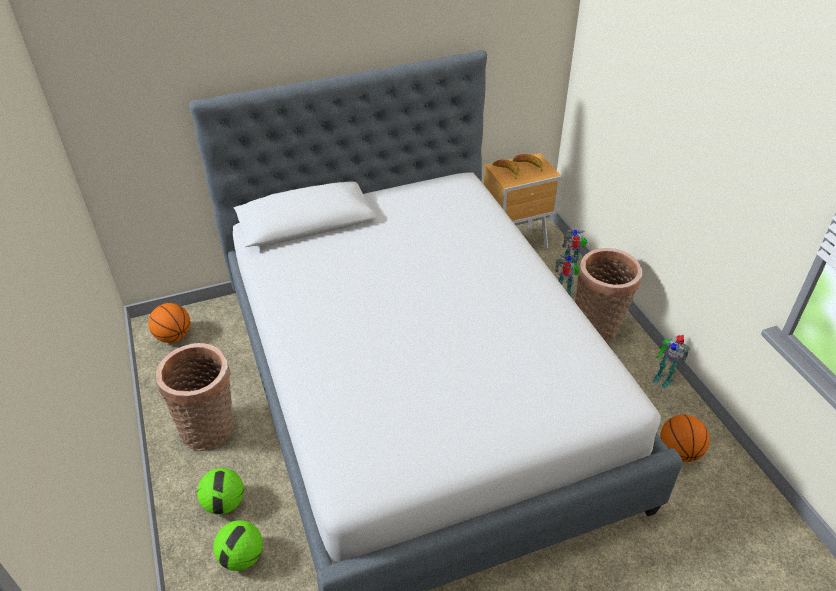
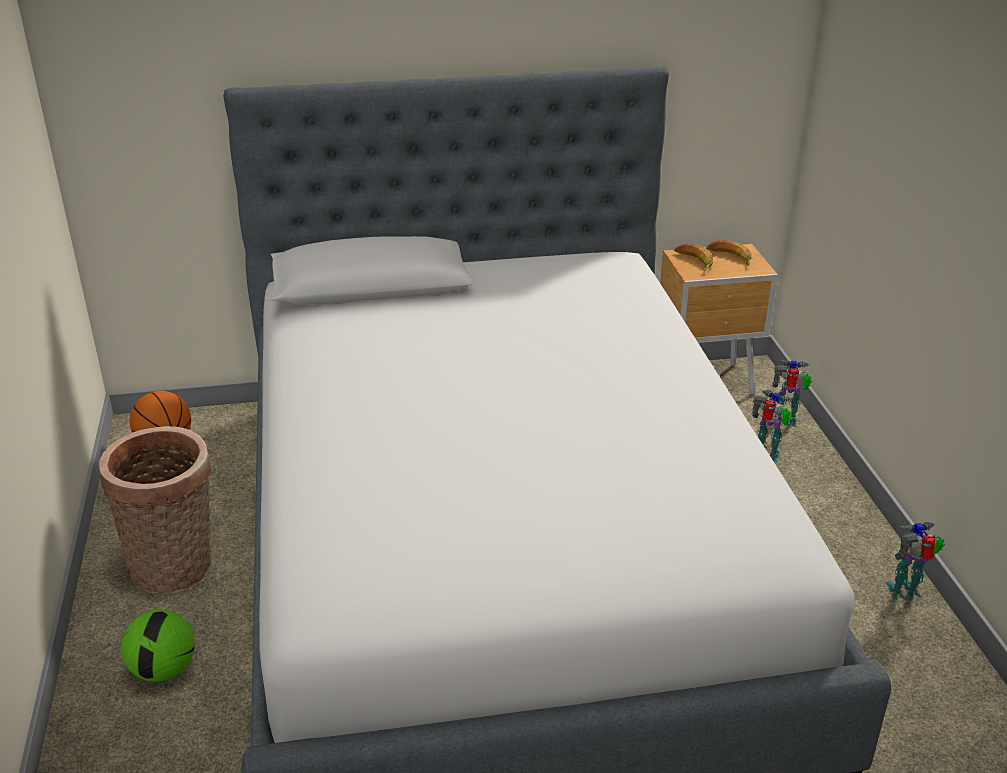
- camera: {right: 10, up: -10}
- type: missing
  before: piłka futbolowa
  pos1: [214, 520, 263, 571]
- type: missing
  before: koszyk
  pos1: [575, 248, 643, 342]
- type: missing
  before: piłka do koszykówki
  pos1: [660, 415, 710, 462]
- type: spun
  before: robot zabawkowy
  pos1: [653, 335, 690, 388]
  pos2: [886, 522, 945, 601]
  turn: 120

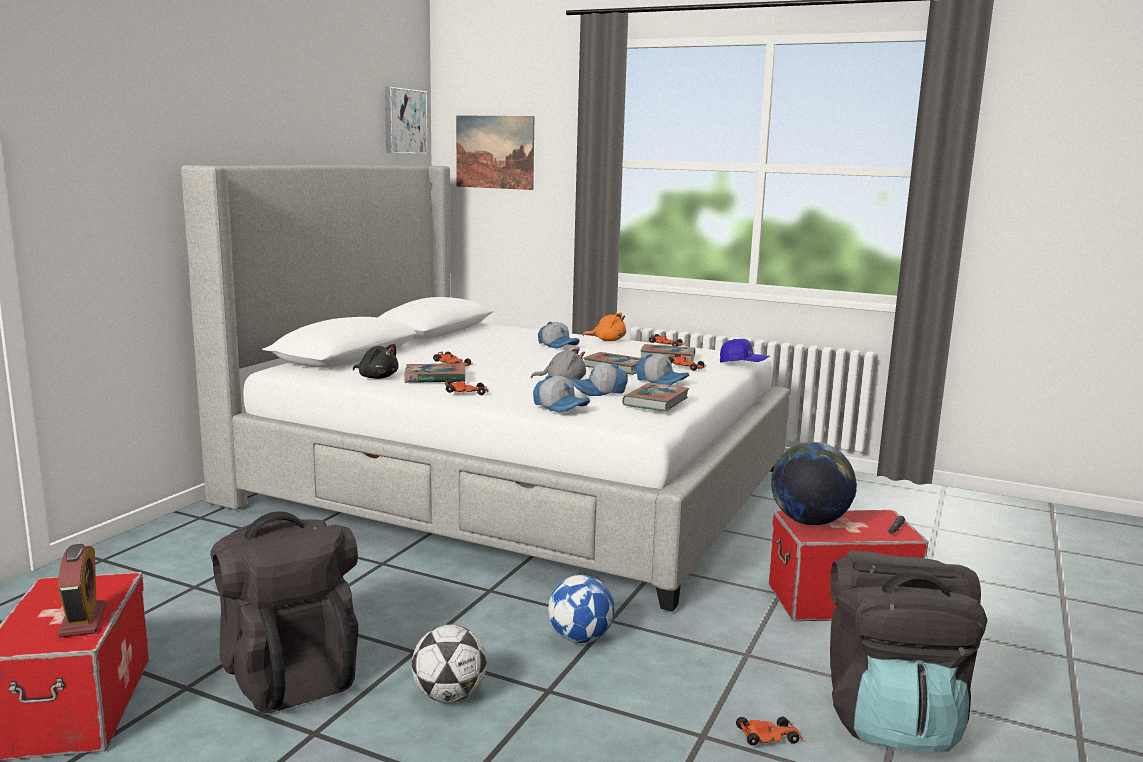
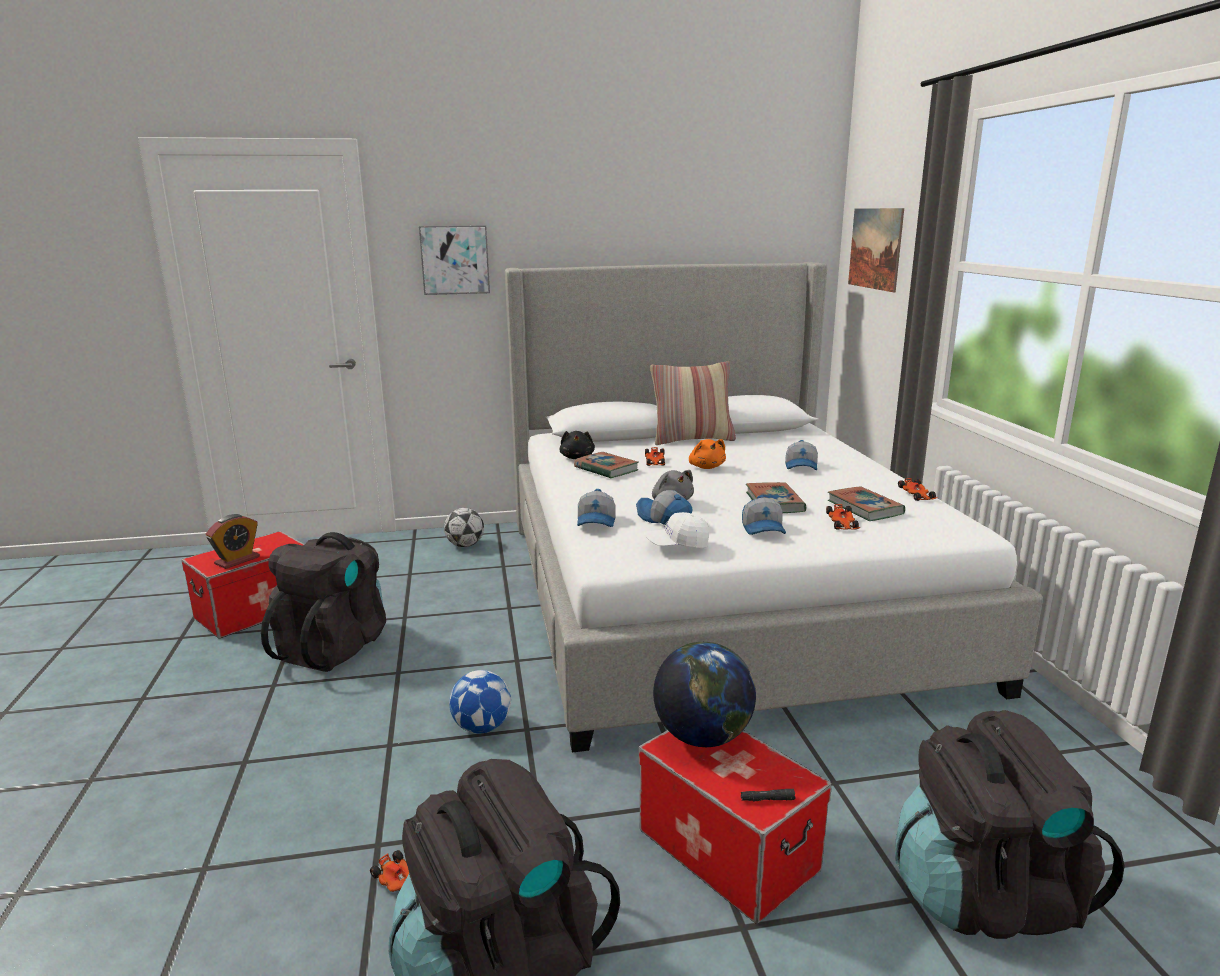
- camera: {right: 55, up: 5}
- type: missing
  before: samochodzik
  pos1: [445, 380, 489, 395]
- type: missing
  before: czapka z daszkiem (niebieski)
  pos1: [720, 339, 770, 363]
- type: appeared
  after: poduszka
  pos2: [650, 361, 736, 445]
- type: appeared
  after: plecak (czarny)
  pos2: [895, 710, 1125, 939]
- type: relocated
  before: obraz
  pos1: [385, 87, 427, 154]
  pos2: [419, 226, 490, 295]
- type: relocated
  before: piłka futbolowa
  pos1: [412, 625, 487, 703]
  pos2: [444, 508, 484, 547]
- type: relocated
  before: pluszak (pomarańczowy)
  pos1: [583, 312, 626, 341]
  pos2: [689, 439, 726, 469]
- type: exchanged
  before: książka
  after: czapka z daszkiem (biały)
  pos1: [622, 383, 690, 411]
  pos2: [644, 512, 709, 548]

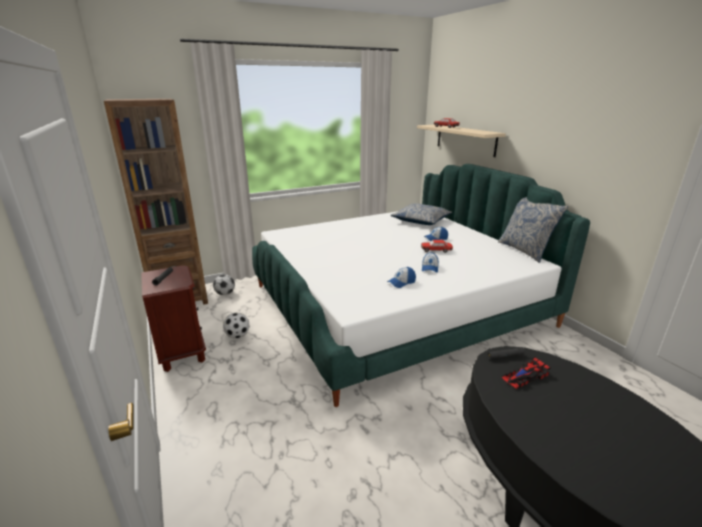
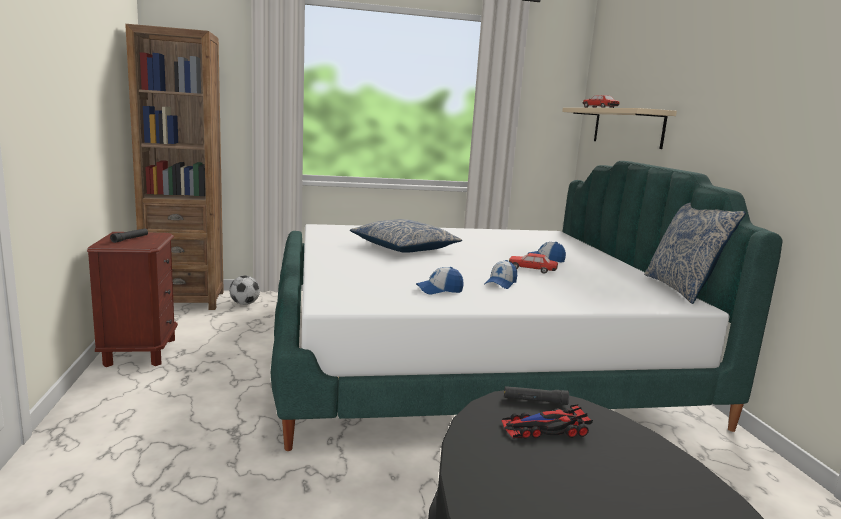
- camera: {right: 15, up: -10}
- type: missing
  before: piłka futbolowa
  pos1: [223, 313, 250, 339]
- type: relocated
  before: poduszka
  pos1: [390, 203, 452, 225]
  pos2: [350, 219, 462, 253]

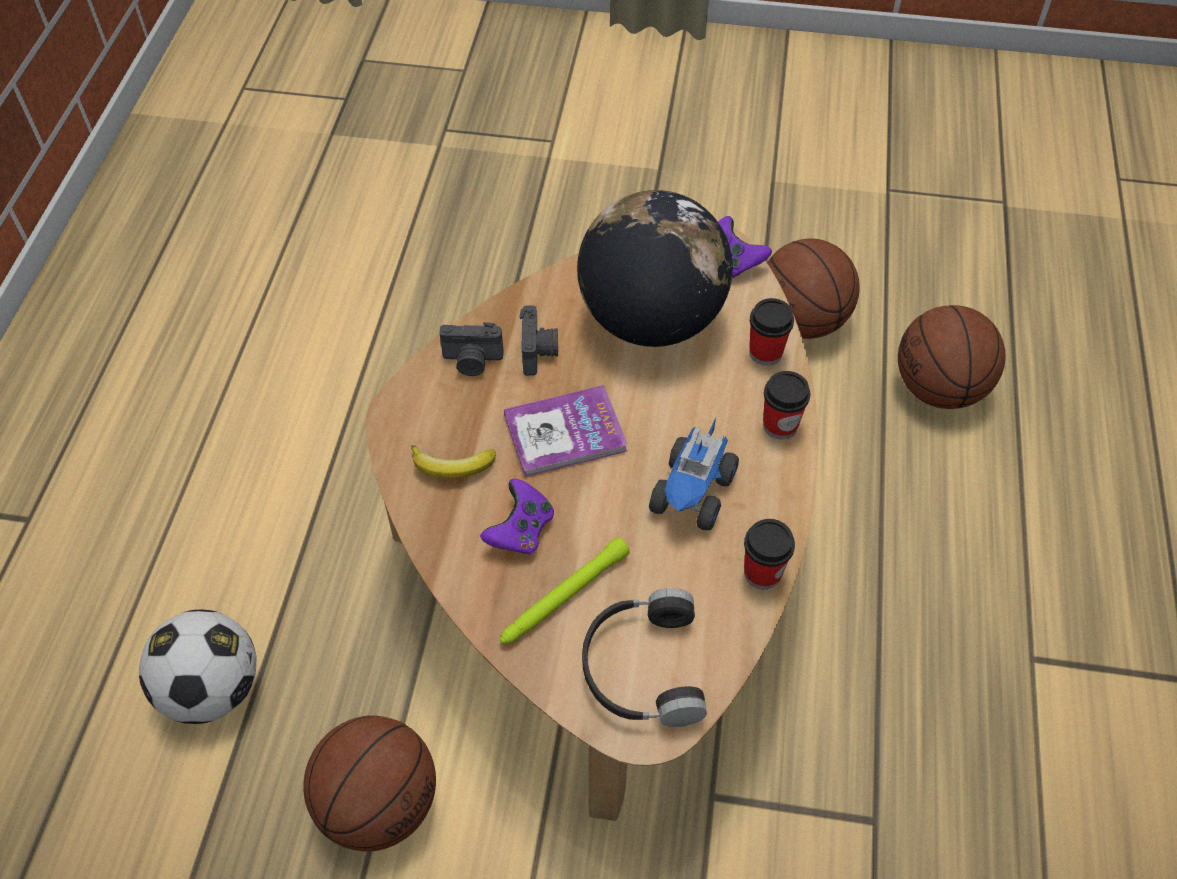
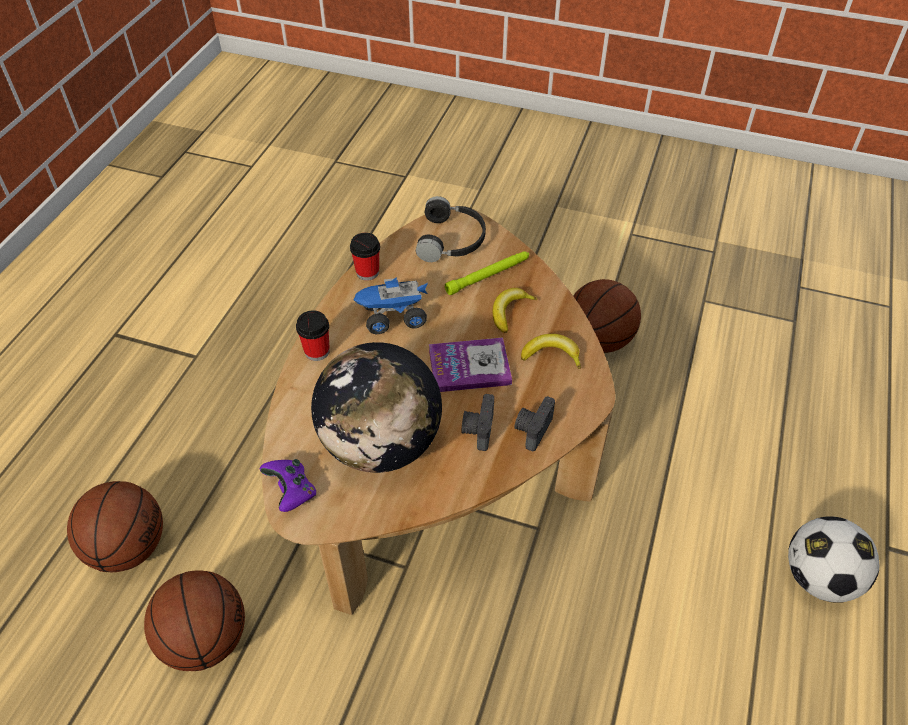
- camera: {right: -170, up: -5}
- type: missing
  before: filiżanka
  pos1: [749, 298, 794, 366]
- type: relocated
  before: piłka futbolowa
  pos1: [139, 610, 257, 724]
  pos2: [788, 516, 879, 603]
- type: exchanged
  before: pad do gier (fioletowy)
  after: banan
  pos1: [480, 478, 554, 554]
  pos2: [492, 288, 537, 333]
- type: spun
  before: aparat fotograficzny
  pos1: [439, 322, 504, 376]
  pos2: [515, 396, 555, 451]
  turn: -75
- type: spun
  before: ciężarówka zabawkowa
  pos1: [649, 418, 739, 531]
  pos2: [354, 277, 428, 334]
  turn: -135

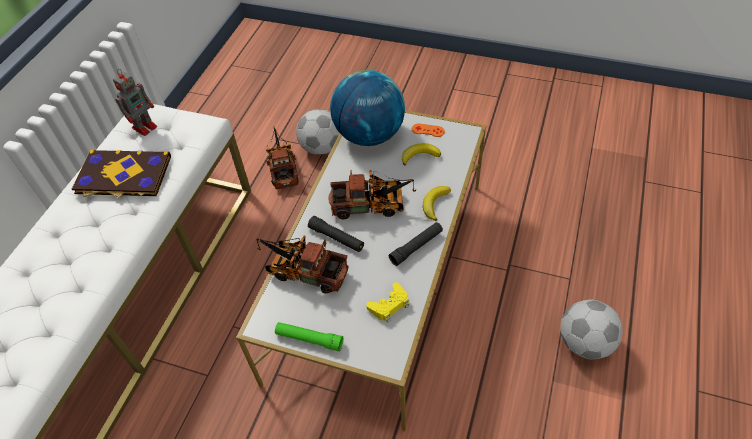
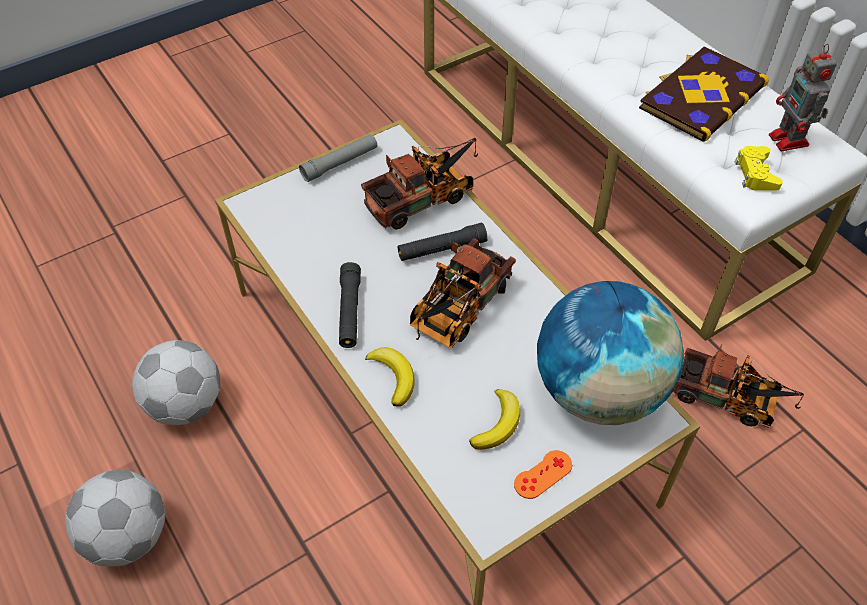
- camera: {right: 125, up: 0}
- type: relocated
  before: piłka futbolowa
  pos1: [296, 109, 340, 155]
  pos2: [132, 340, 220, 425]
- type: relocated
  before: pad do gier (żółty)
  pos1: [367, 282, 409, 322]
  pos2: [734, 146, 783, 191]
- type: colour
  before: latarka (zielony)
  after: latarka (szary)
  pos1: [275, 322, 343, 351]
  pos2: [299, 134, 377, 182]

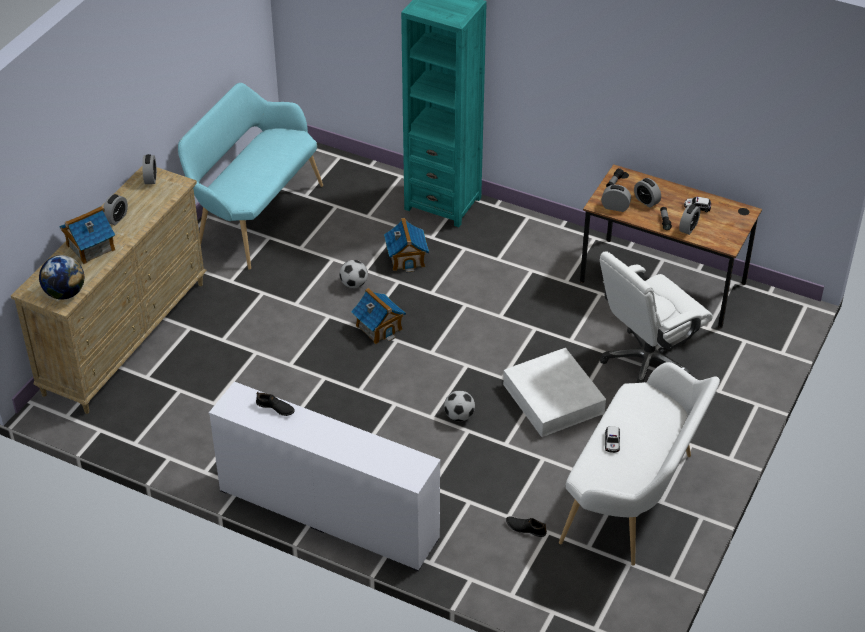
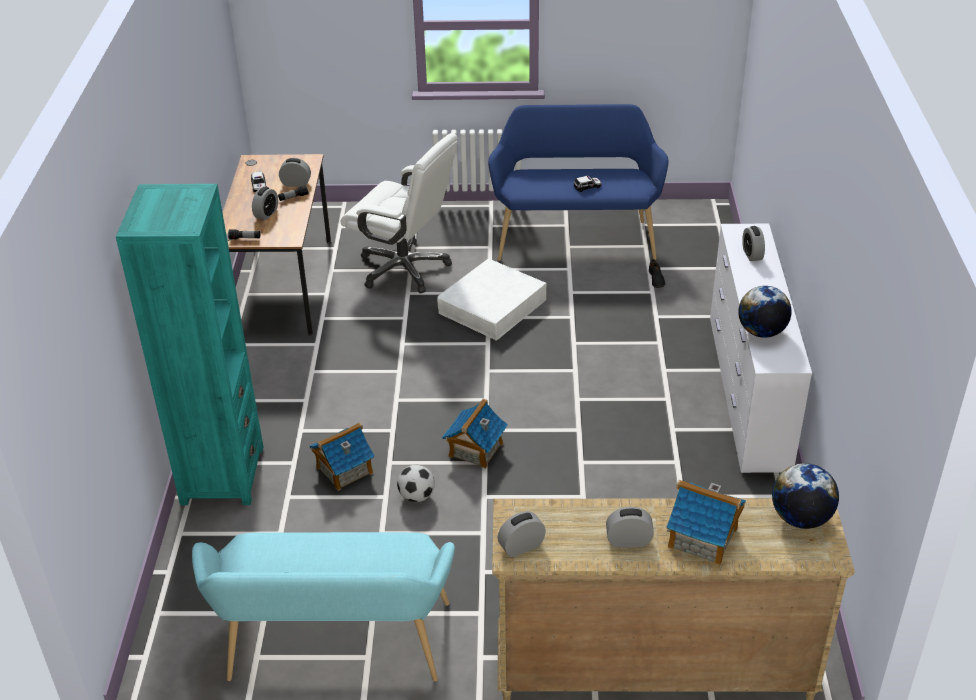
- camera: {right: -115, up: -5}
- type: missing
  before: piłka futbolowa
  pos1: [444, 391, 475, 421]
- type: relocated
  before: budzik
  pos1: [601, 185, 631, 212]
  pos2: [742, 226, 765, 261]
- type: exchanged
  before: but (czarny)
  after: globus
  pos1: [256, 392, 295, 416]
  pos2: [738, 286, 792, 338]
- type: colour
  before: ławka (biały)
  after: ławka (niebieski)
  pos1: [559, 362, 720, 566]
  pos2: [488, 104, 669, 261]

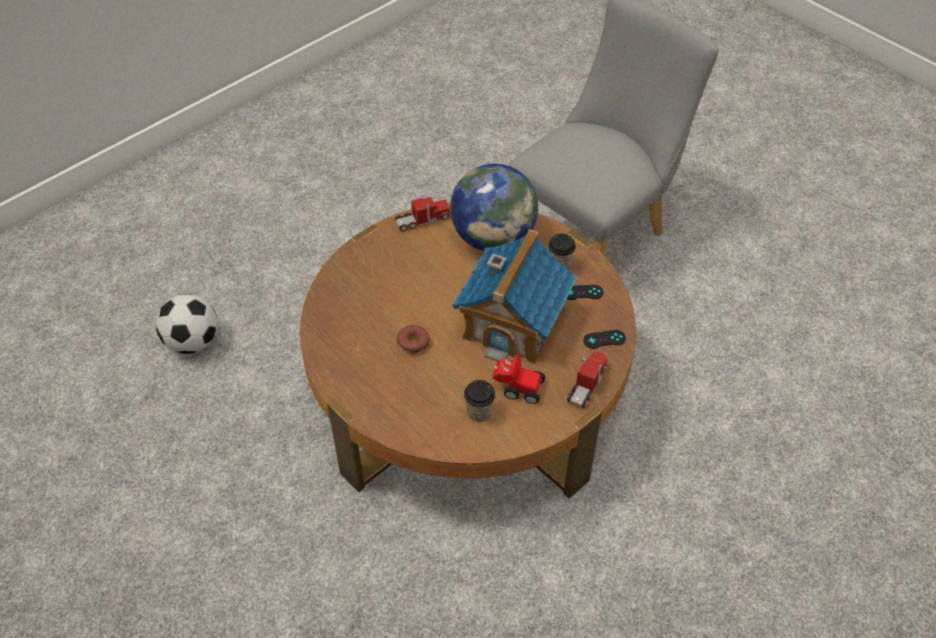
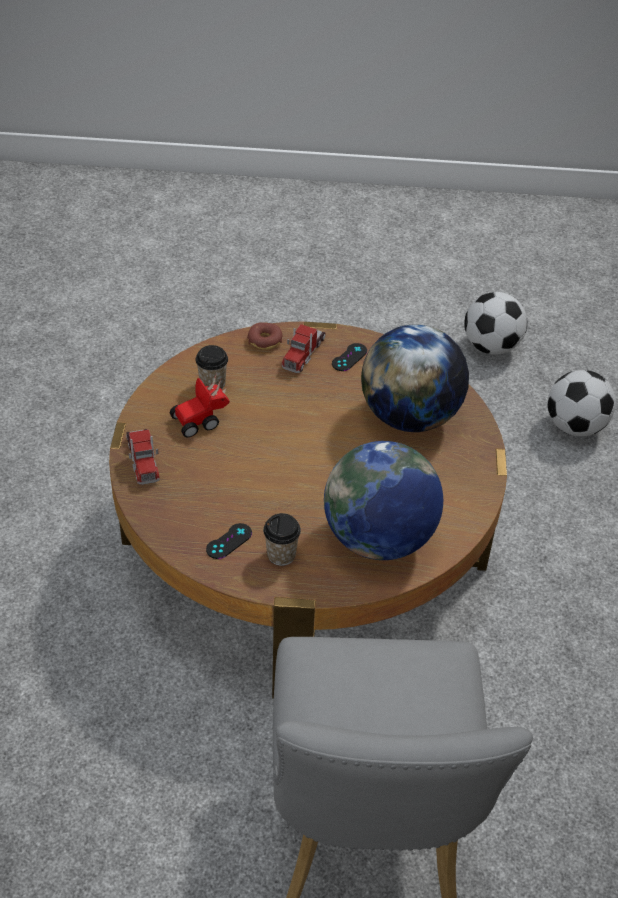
- camera: {right: 135, up: -5}
- type: missing
  before: domek
  pos1: [452, 229, 577, 364]
- type: appeared
  after: globus
  pos2: [361, 325, 469, 432]
- type: appeared
  after: piłka futbolowa
  pos2: [464, 292, 527, 355]
- type: relocated
  before: ciężarówka zabawkowa
  pos1: [395, 194, 450, 232]
  pos2: [282, 324, 326, 373]
- type: relocated
  before: donut
  pos1: [397, 325, 430, 354]
  pos2: [247, 322, 282, 350]
- type: relocated
  before: pad do gier (czarny)
  pos1: [583, 330, 626, 349]
  pos2: [332, 343, 367, 371]

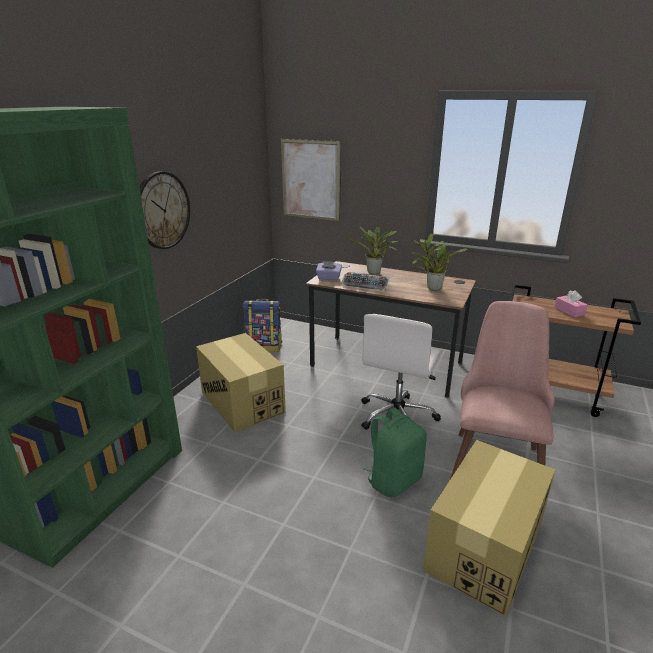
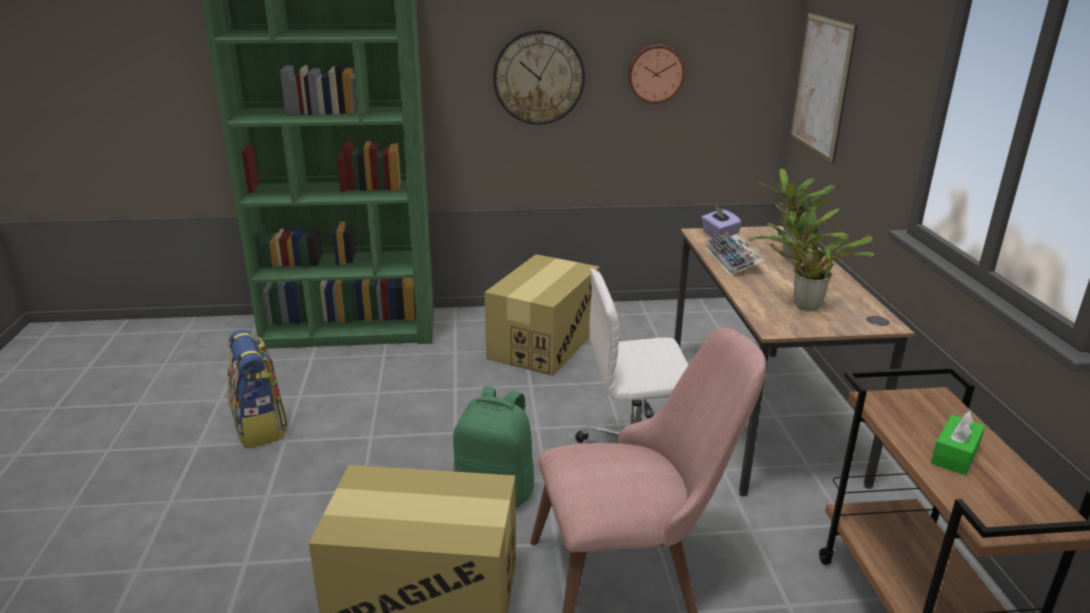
- camera: {right: 60, up: 0}
- type: appeared
  after: zegar ścienny
  pos2: [628, 44, 685, 104]
- type: relocated
  before: plecak
  pos1: [243, 299, 282, 352]
  pos2: [227, 330, 288, 449]
- type: colour
  before: pudełko chusteczek (różowy)
  after: pudełko chusteczek (zielony)
  pos1: [554, 290, 587, 317]
  pos2: [931, 411, 985, 475]

